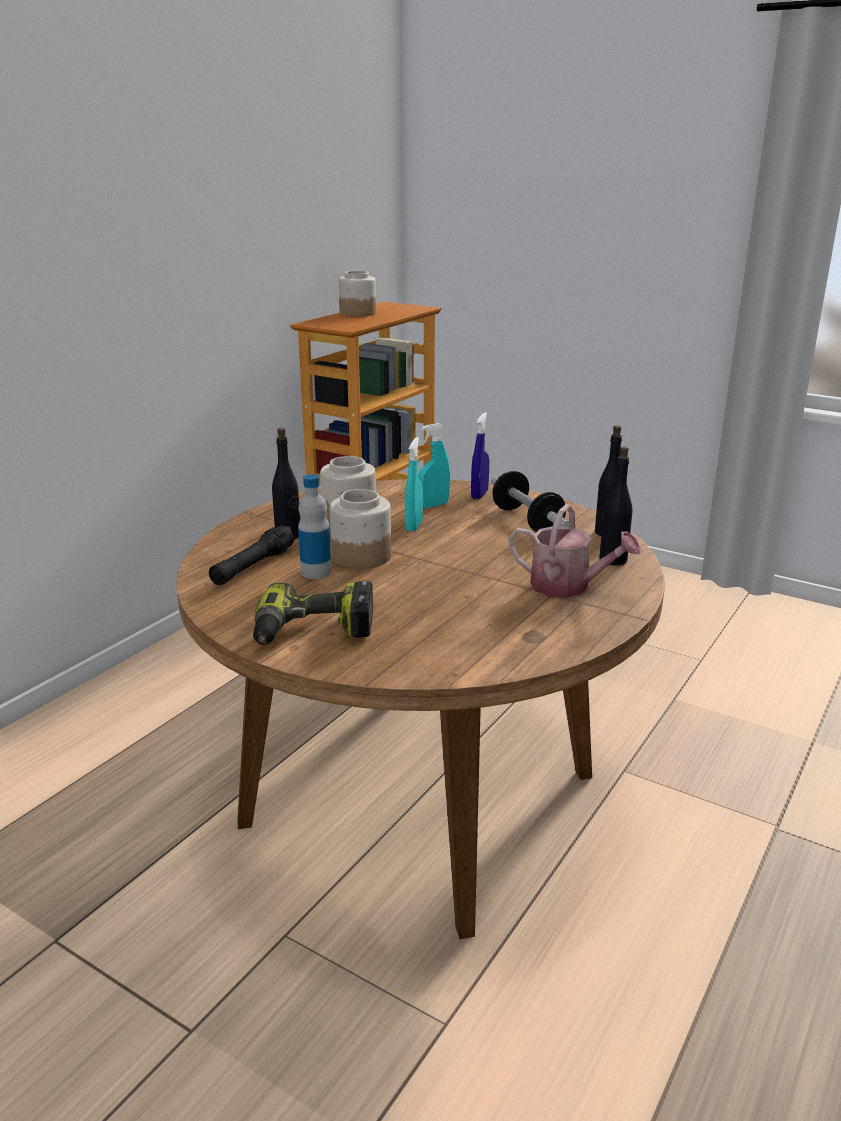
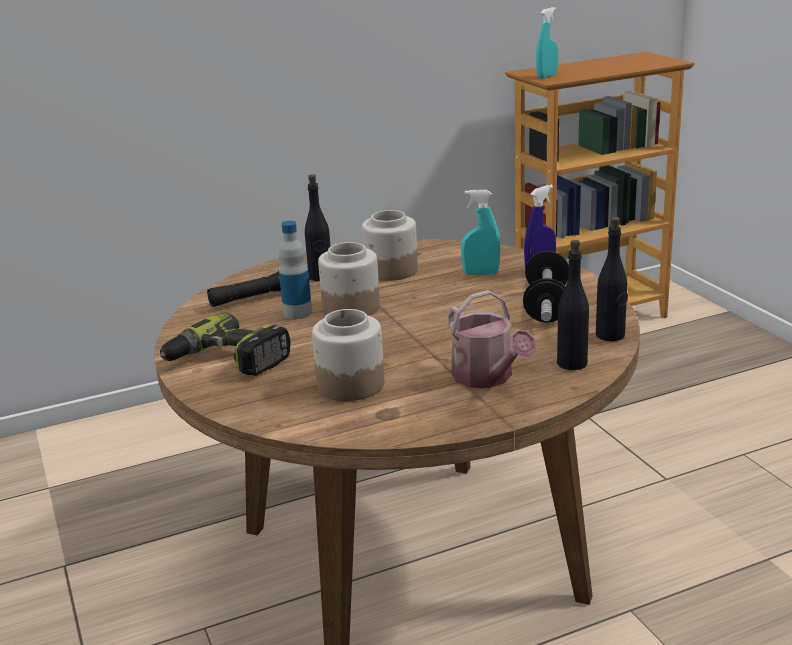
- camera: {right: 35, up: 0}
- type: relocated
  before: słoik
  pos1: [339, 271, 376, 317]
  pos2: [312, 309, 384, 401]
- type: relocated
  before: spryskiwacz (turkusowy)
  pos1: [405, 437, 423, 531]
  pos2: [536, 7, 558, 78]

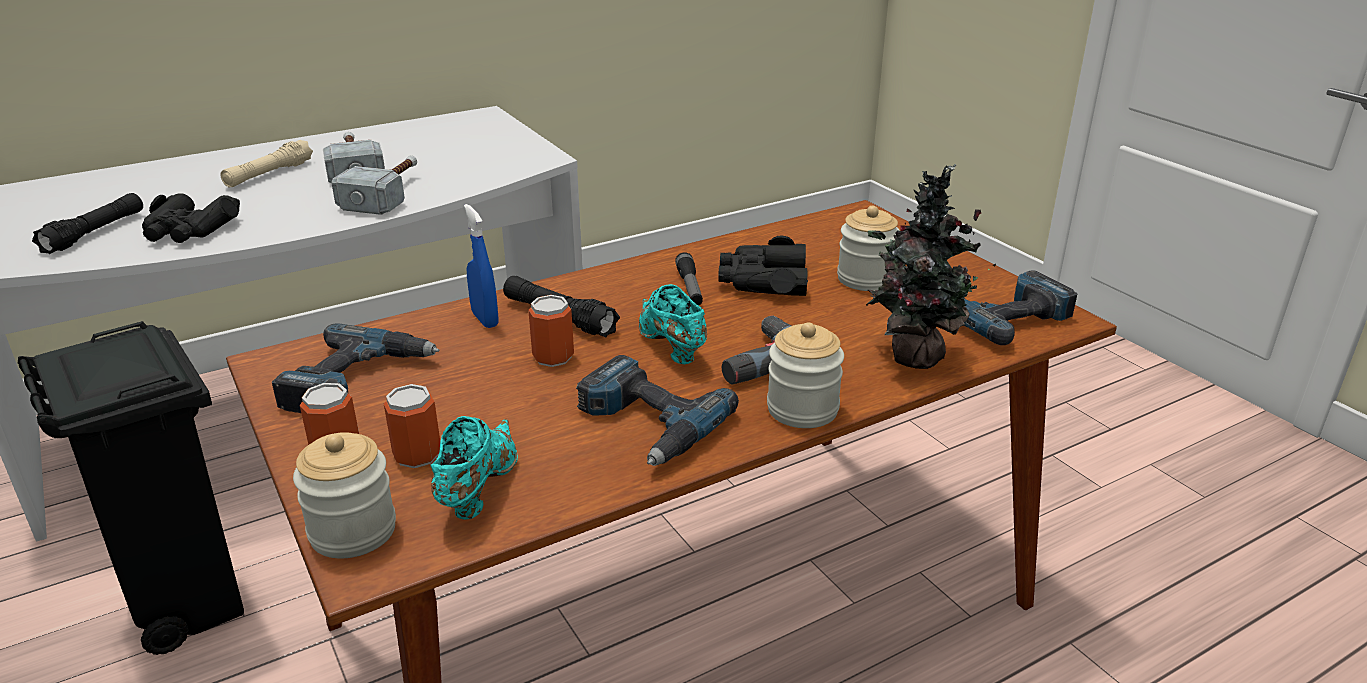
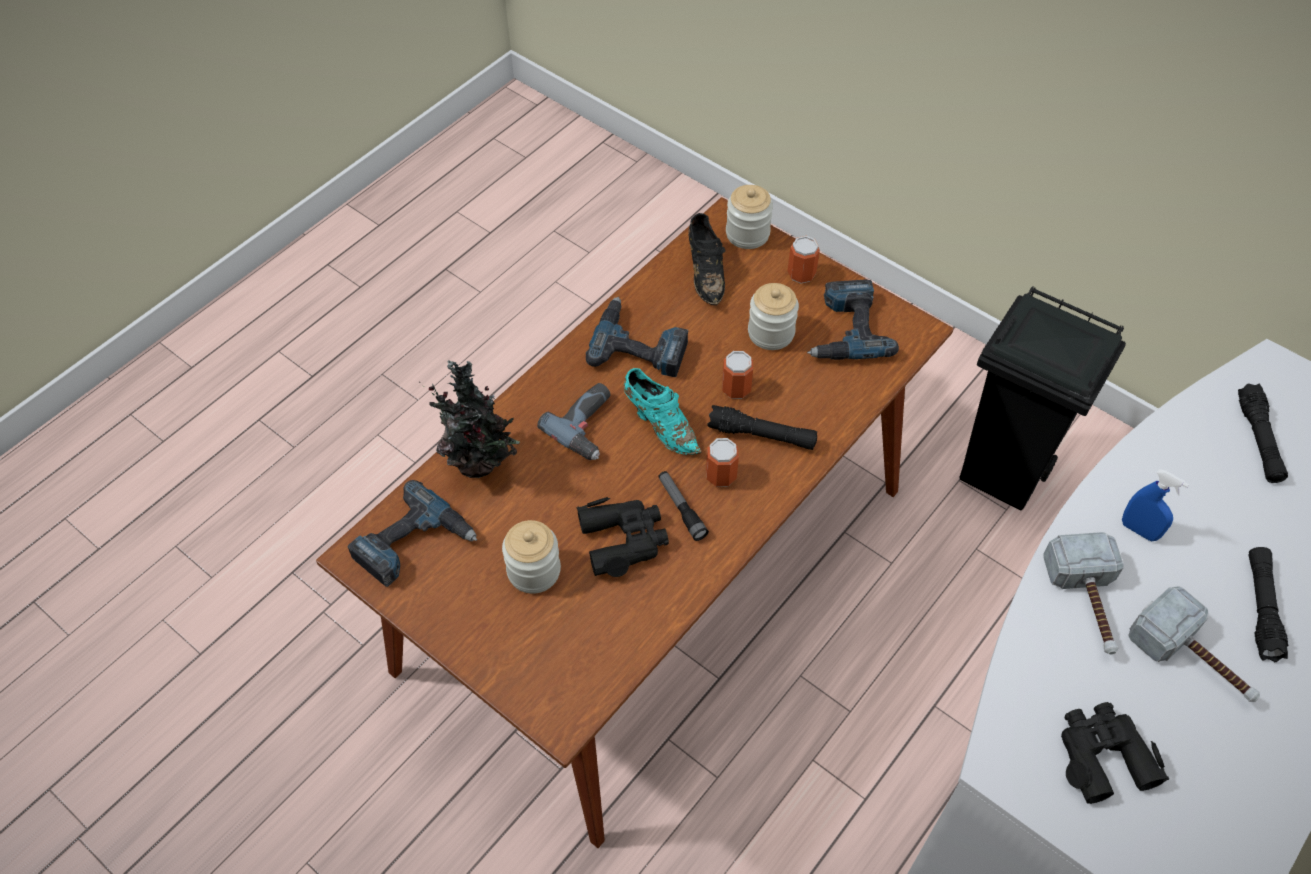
- camera: {right: 160, up: 25}
- type: relocated
  before: lornetka (czarny)
  pos1: [142, 193, 240, 243]
  pos2: [1061, 702, 1169, 804]
- type: relocated
  before: puszka
  pos1: [384, 384, 440, 468]
  pos2: [706, 438, 739, 487]
- type: relocated
  before: spryskiwacz (niebieski)
  pos1: [464, 204, 498, 328]
  pos2: [1122, 469, 1190, 541]
- type: relocated
  before: słoik
  pos1: [767, 322, 844, 428]
  pos2: [748, 283, 799, 350]
- type: colour
  before: latarka (beżowy)
  after: latarka (czarny)
  pos1: [220, 140, 313, 187]
  pos2: [1248, 547, 1288, 662]
- type: colour
  before: but (turkusowy)
  after: but (czarny)
  pos1: [430, 416, 518, 520]
  pos2: [688, 213, 725, 306]

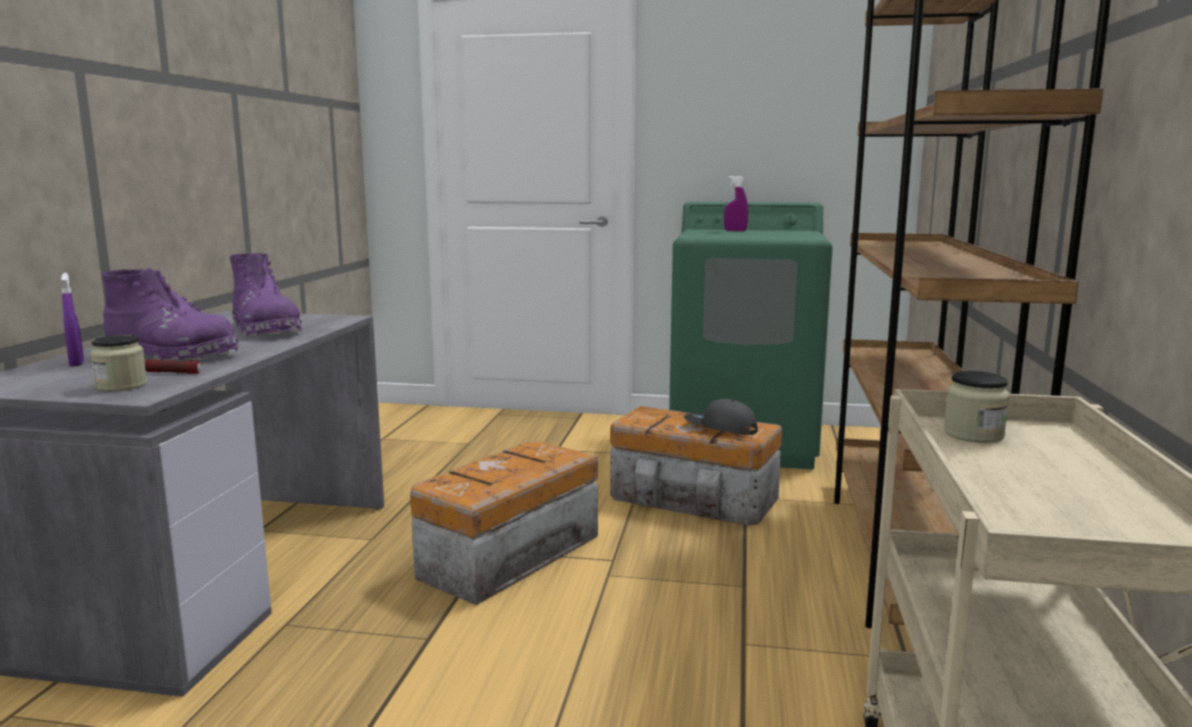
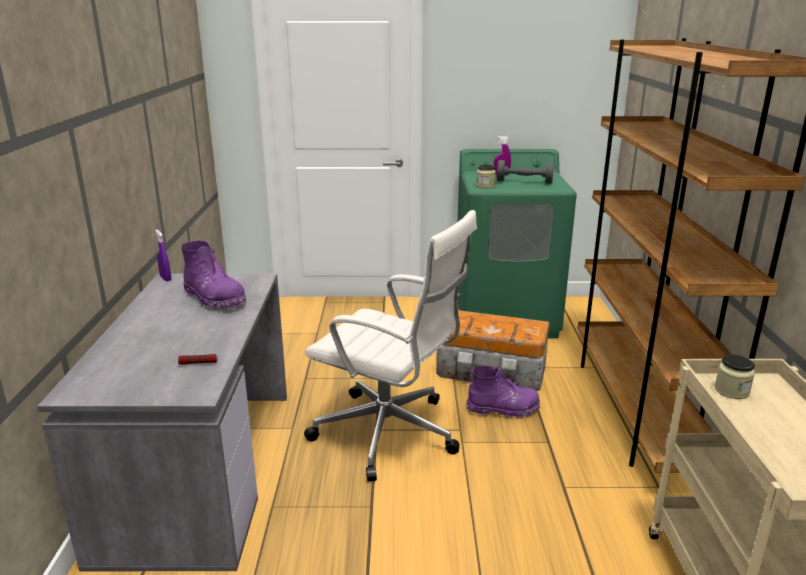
- camera: {right: -10, up: 10}
- type: missing
  before: czapka z daszkiem (szary)
  pos1: [684, 399, 758, 435]
- type: appeared
  after: hantel (szary)
  pos2: [497, 160, 554, 184]
- type: relocated
  before: spryskiwacz (fioletowy)
  pos1: [61, 273, 84, 366]
  pos2: [155, 229, 171, 281]
- type: relocated
  before: słoik
  pos1: [90, 335, 147, 392]
  pos2: [476, 165, 496, 188]
- type: relocated
  before: but z cholewką (fioletowy)
  pos1: [101, 268, 239, 361]
  pos2: [466, 365, 540, 419]
- type: exchanged
  before: pojemnik do przechowywania
  after: krzesło biurowe (biały)
  pos1: [410, 441, 598, 605]
  pos2: [304, 210, 477, 482]

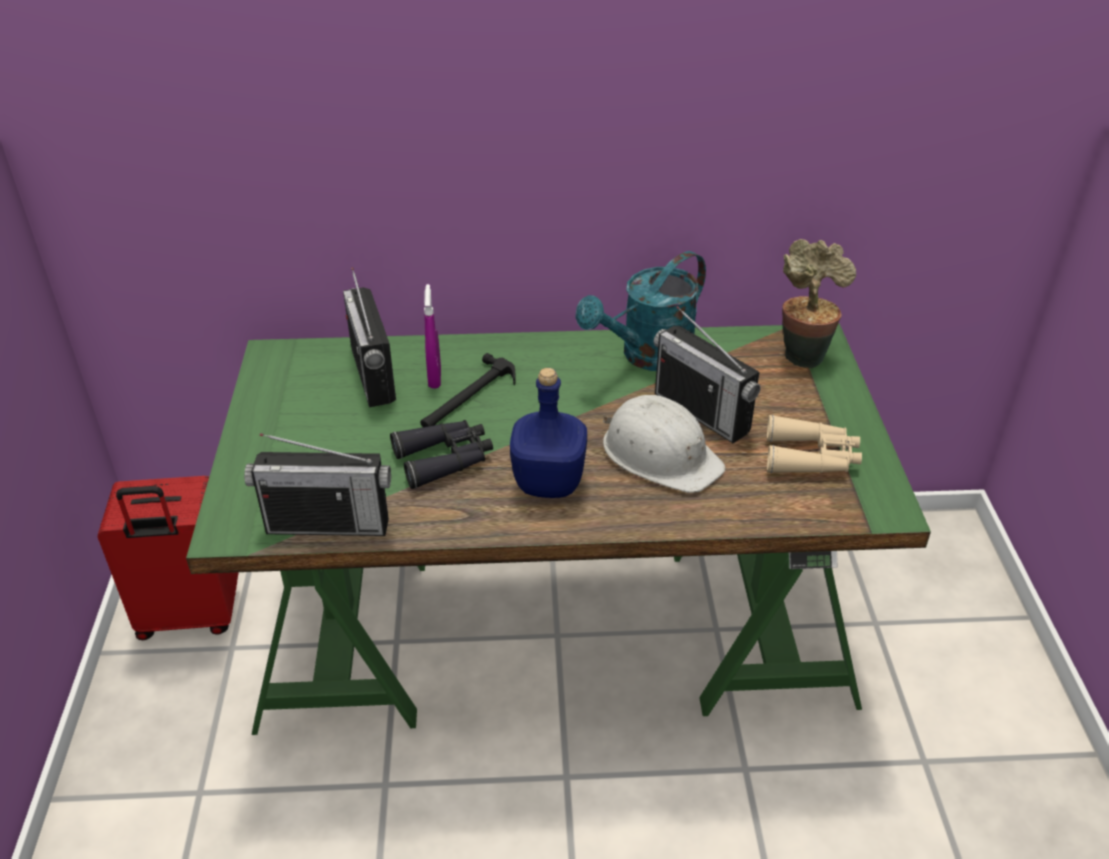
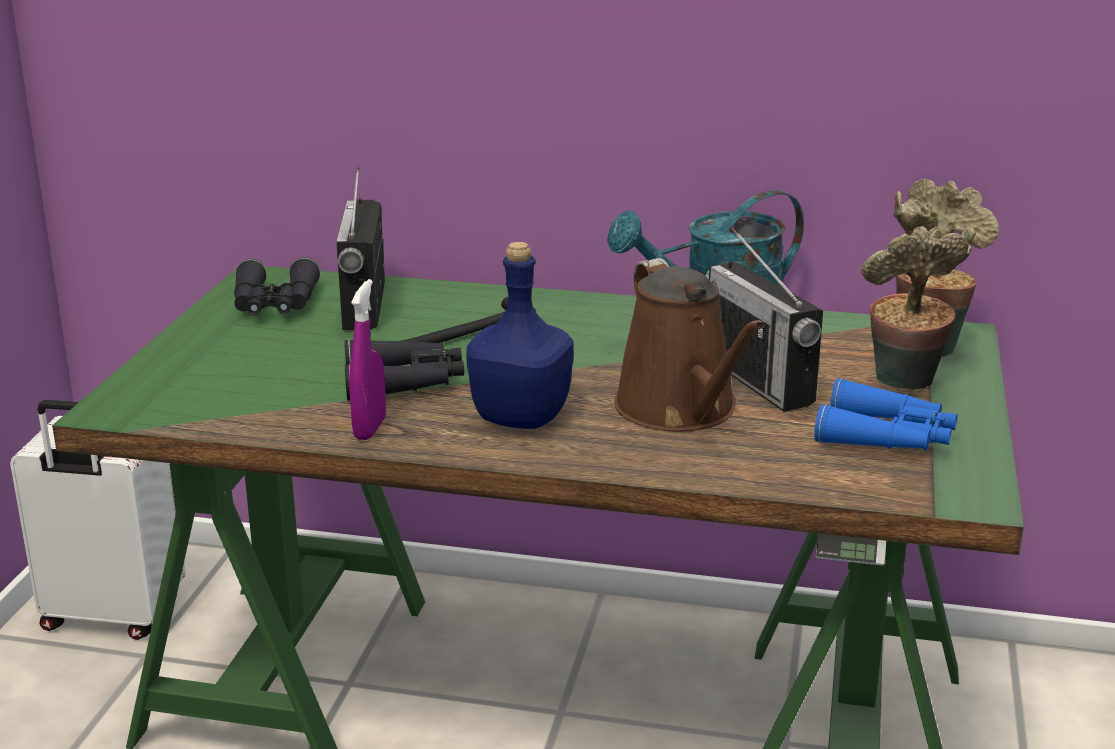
- camera: {right: 15, up: -15}
- type: missing
  before: radio
  pos1: [244, 433, 391, 536]
- type: appeared
  after: lornetka (czarny)
  pos2: [234, 257, 321, 315]
- type: appeared
  after: roślina doniczkowa
  pos2: [861, 225, 976, 390]
- type: relocated
  before: spryskiwacz (fioletowy)
  pos1: [424, 284, 441, 388]
  pos2: [349, 279, 386, 440]
- type: exchanged
  before: kask (biały)
  after: konewka (brązowy)
  pos1: [603, 395, 726, 493]
  pos2: [614, 258, 765, 431]
- type: colour
  before: walizka (czerwony)
  after: walizka (biały)
  pos1: [98, 476, 239, 640]
  pos2: [10, 400, 186, 640]
- type: colour
  before: lornetka (beżowy)
  after: lornetka (niebieski)
  pos1: [767, 415, 862, 473]
  pos2: [814, 378, 957, 451]

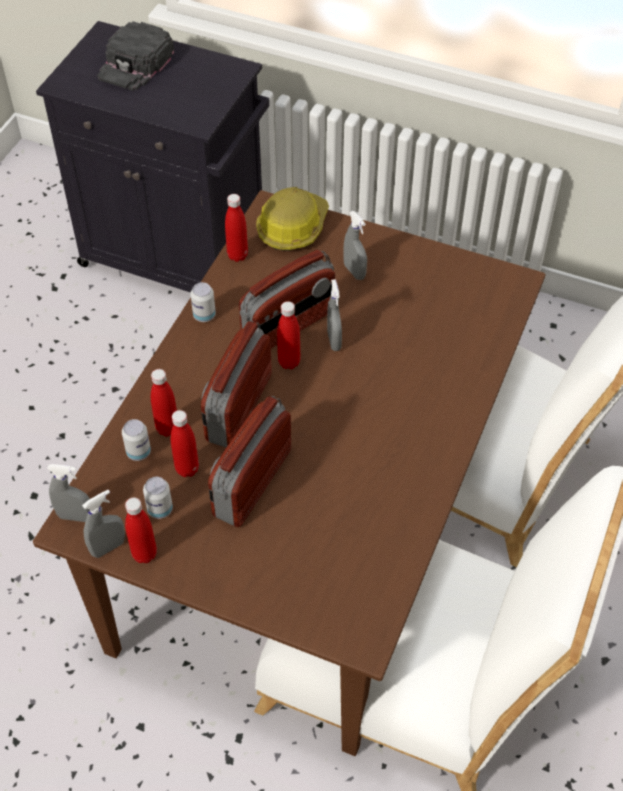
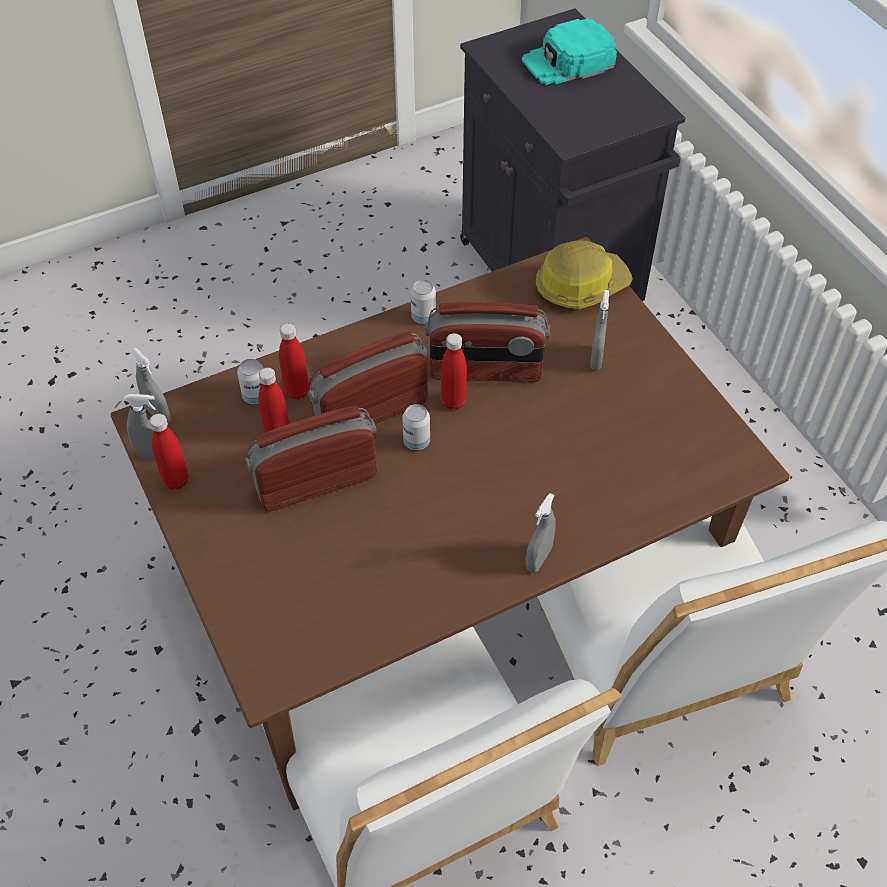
- camera: {right: 40, up: 0}
- type: missing
  before: butelka (czerwony)
  pos1: [225, 194, 248, 262]
- type: relocated
  before: puszka
  pos1: [143, 477, 173, 519]
  pos2: [402, 404, 430, 450]
- type: relocated
  before: spryskiwacz (szary)
  pos1: [327, 279, 342, 351]
  pos2: [526, 493, 556, 573]
- type: colour
  before: czapka z daszkiem (czarny)
  after: czapka z daszkiem (turkusowy)
  pos1: [97, 21, 174, 91]
  pos2: [522, 18, 617, 85]

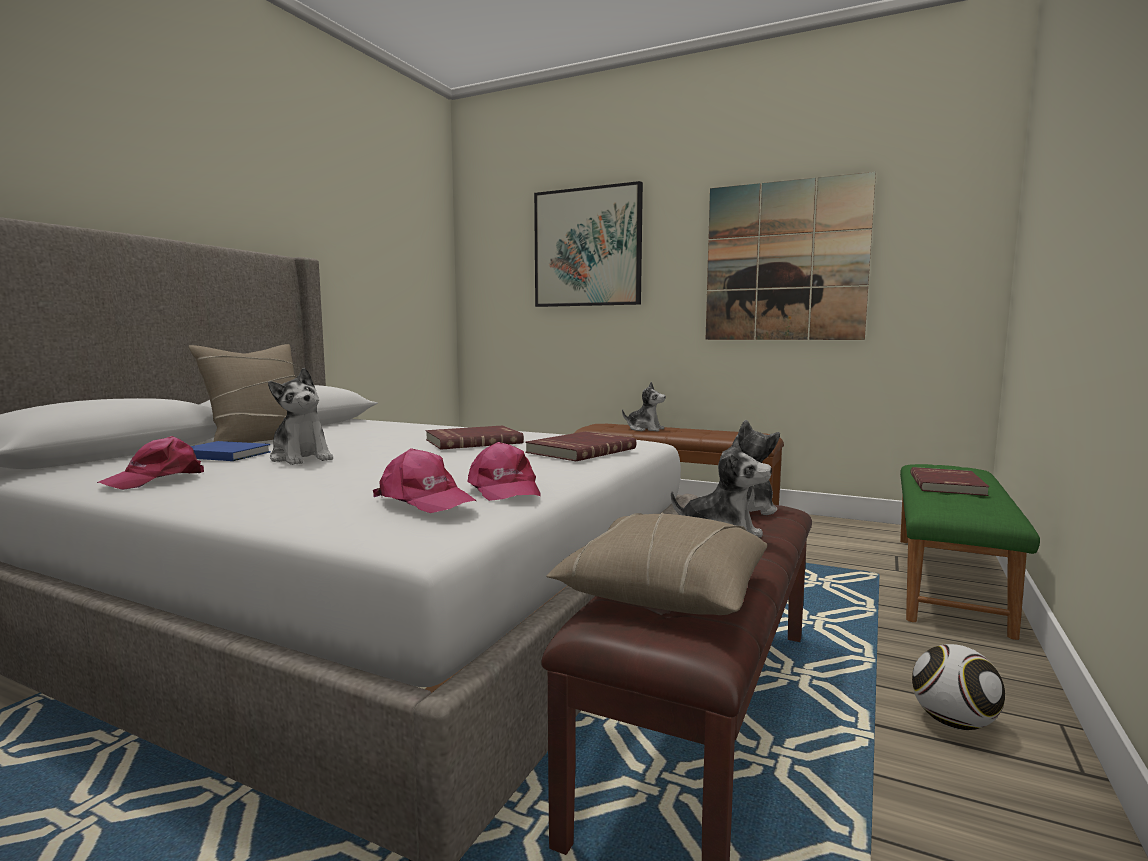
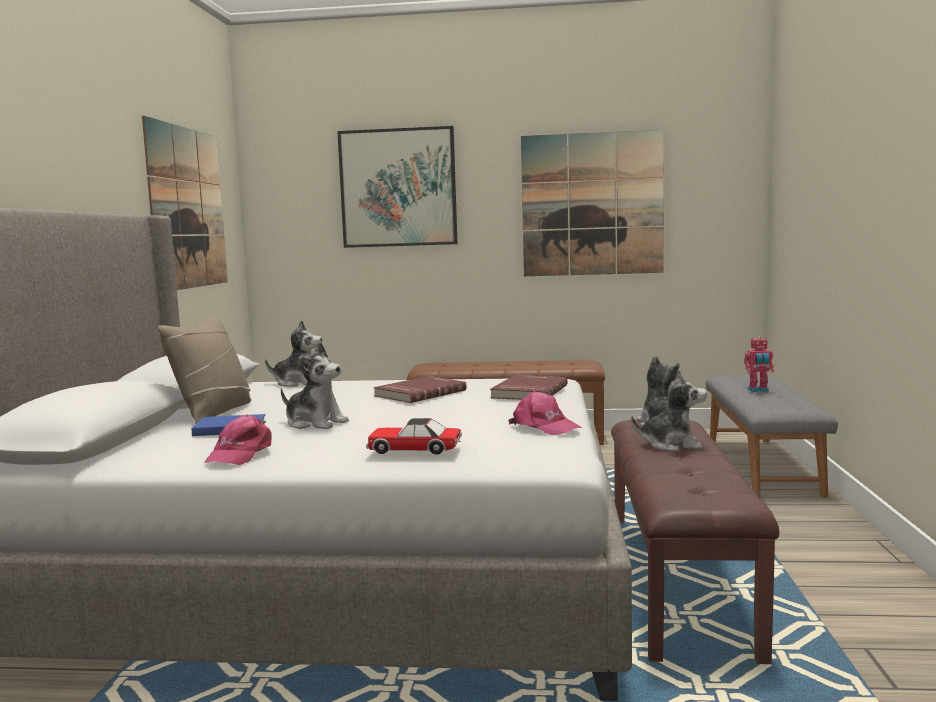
- camera: {right: -20, up: 0}
- type: missing
  before: czapka z daszkiem (różowy)
  pos1: [373, 448, 477, 513]
- type: missing
  before: poduszka (beżowy)
  pos1: [546, 512, 767, 615]
- type: missing
  before: piłka futbolowa
  pos1: [912, 644, 1005, 730]
- type: appeared
  after: obraz
  pos2: [142, 116, 228, 290]
- type: appeared
  after: samochodzik
  pos2: [366, 418, 462, 455]
- type: relocated
  before: pluszak
  pos1: [622, 382, 666, 432]
  pos2: [265, 320, 322, 387]
- type: exchanged
  before: książka (czerwony)
  after: robot zabawkowy
  pos1: [910, 467, 989, 496]
  pos2: [744, 336, 774, 392]
- type: colour
  before: ławka (zielony)
  after: ławka (szary)
  pos1: [900, 464, 1040, 640]
  pos2: [706, 375, 838, 498]

